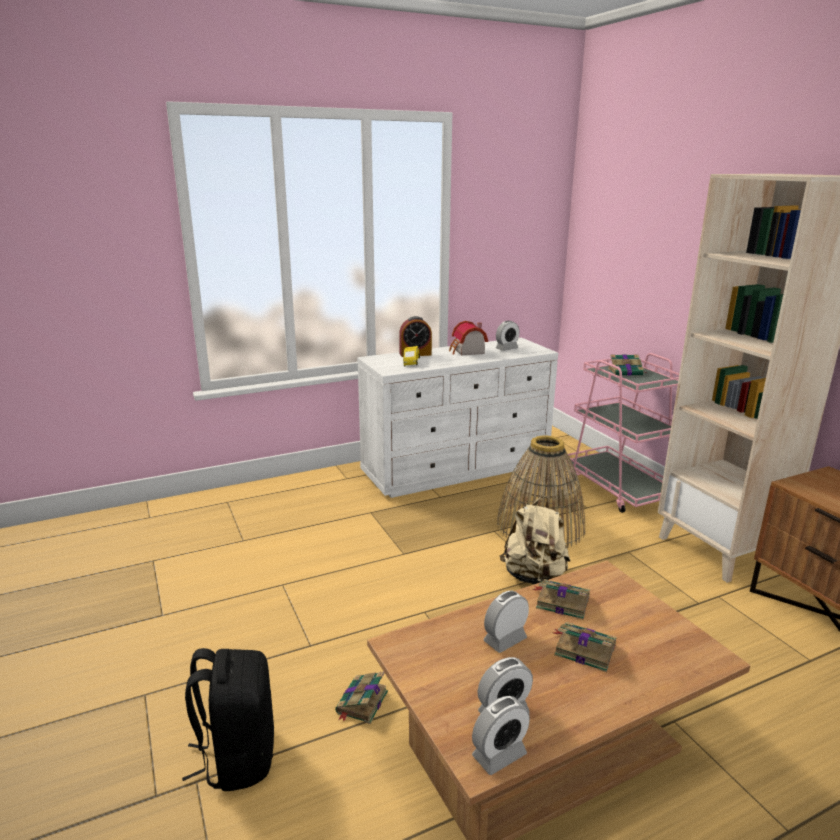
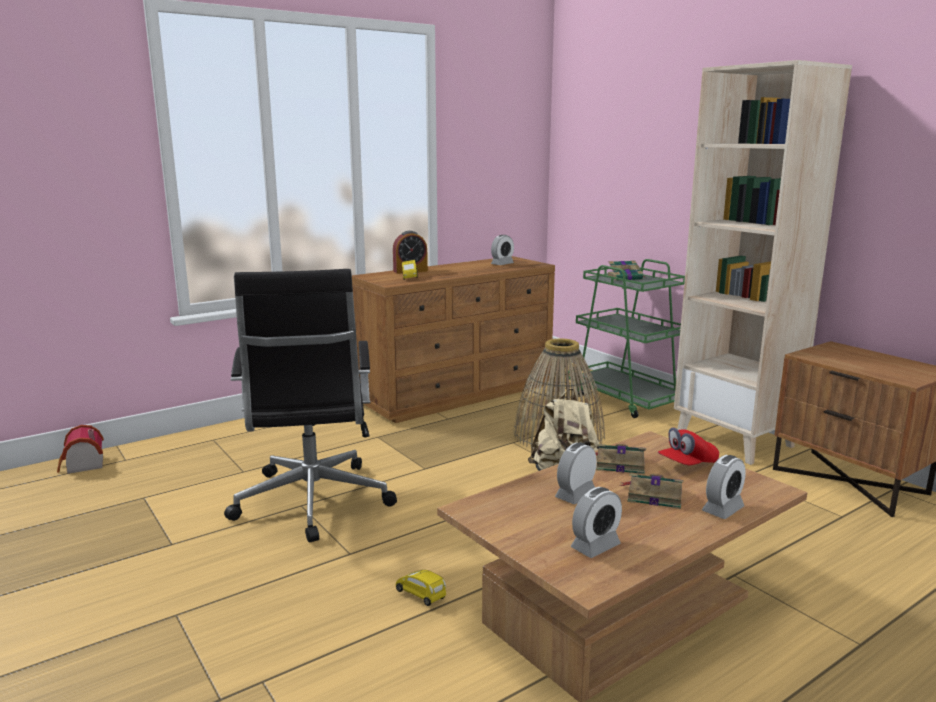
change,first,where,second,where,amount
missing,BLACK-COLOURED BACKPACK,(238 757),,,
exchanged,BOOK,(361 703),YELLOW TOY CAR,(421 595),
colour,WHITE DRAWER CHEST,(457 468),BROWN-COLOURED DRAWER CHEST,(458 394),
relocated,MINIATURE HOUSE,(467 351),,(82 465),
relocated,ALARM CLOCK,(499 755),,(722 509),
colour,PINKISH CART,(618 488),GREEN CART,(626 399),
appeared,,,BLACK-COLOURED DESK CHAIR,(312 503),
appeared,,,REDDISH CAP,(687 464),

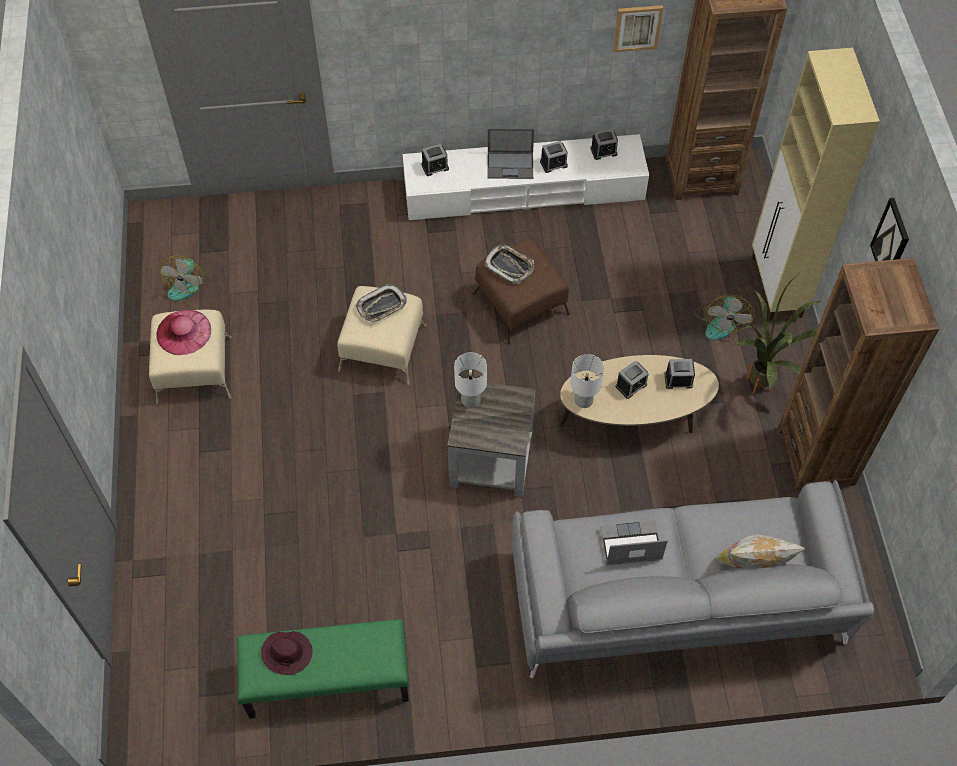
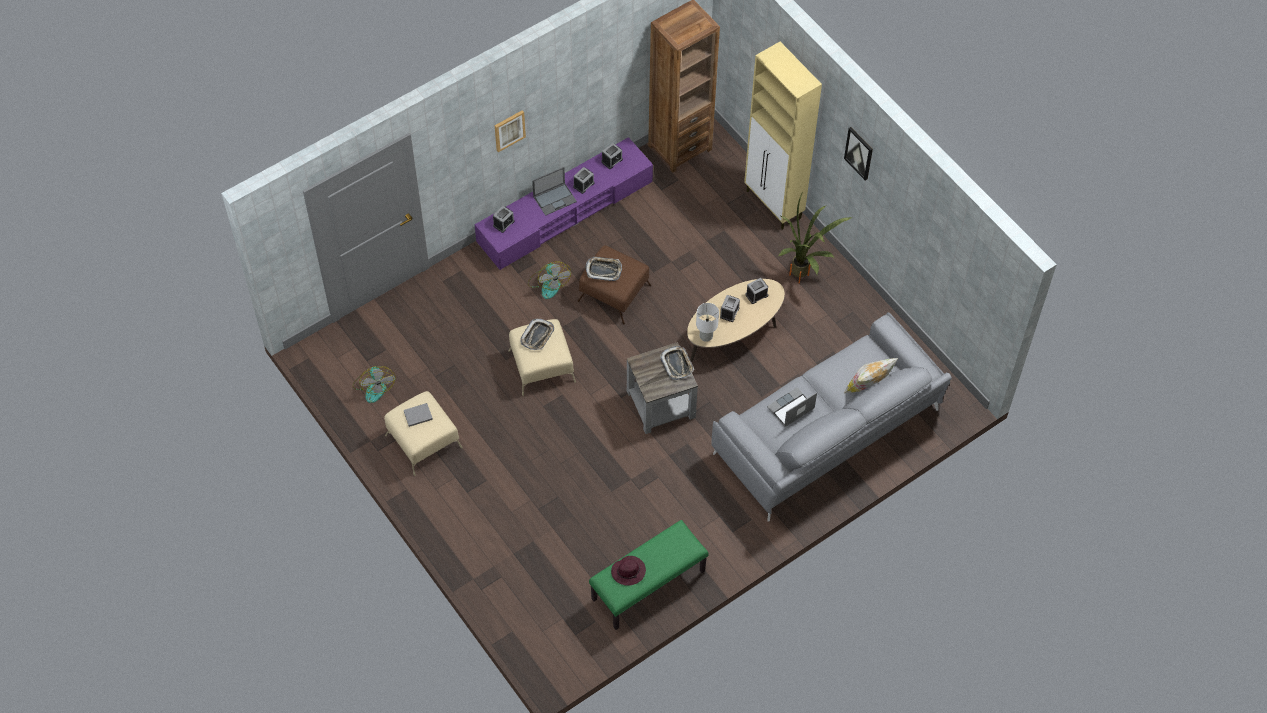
change,first,where,second,where,amount
exchanged,PINKISH WEARABLE HAT,(184 332),GREYISH BOOK,(417 415),
colour,WHITE TV STAND,(524 190),PURPLISH TV STAND,(565 212),
missing,WHITE TABLE LAMP,(470 400),,,
relocated,PICTURE,(637 27),,(509 130),
relocated,COOLING FAN,(720 322),,(548 283),
missing,BROWN-COLOURED SHELVING UNIT,(816 456),,,
appeared,,,SERVING TRAY,(677 364),

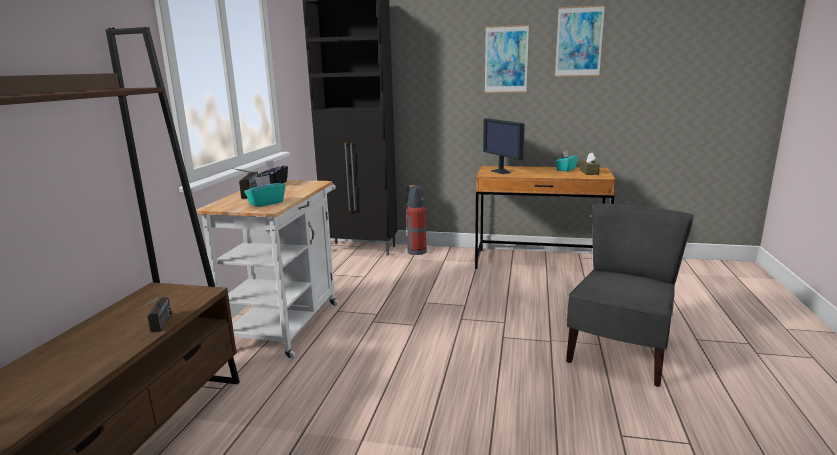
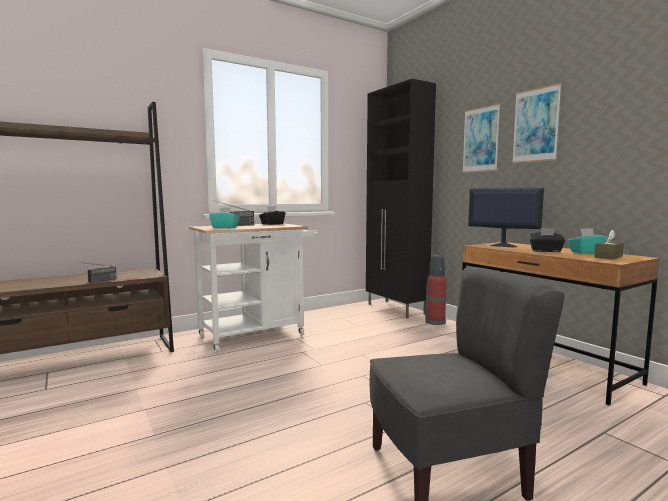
change,first,where,second,where,amount
spun,COMPUTER DISPLAY,(501 171),,(502 246),105 degrees clockwise
relocated,PICTURE,(579 42),,(480 139),
appeared,,,BLACK-COLOURED TISSUE BOX,(546 251),

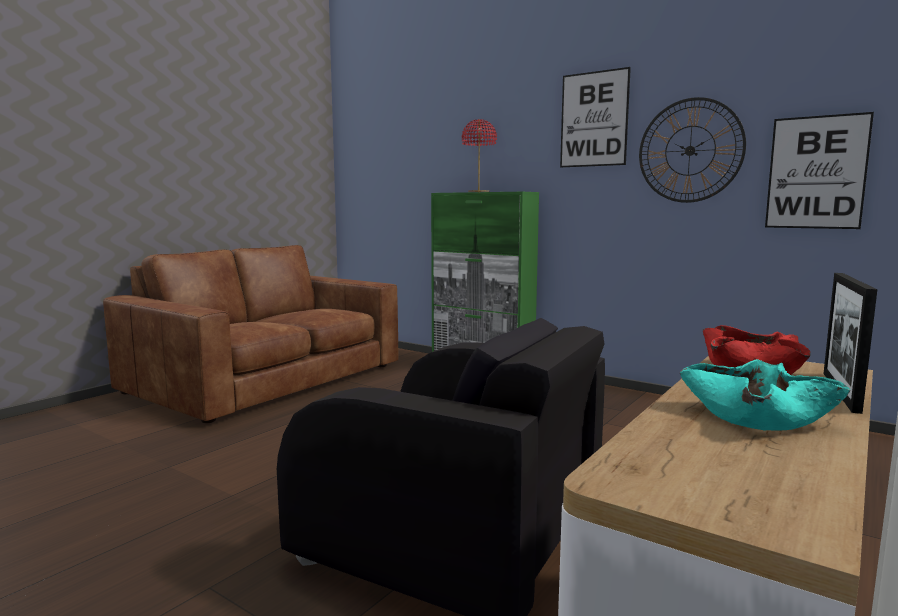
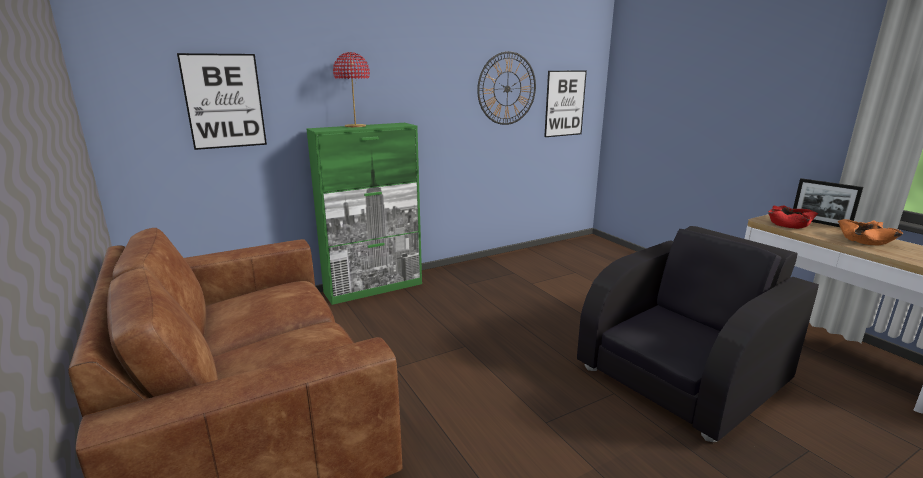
change,first,where,second,where,amount
relocated,PICTURE,(594 119),,(224 101),
colour,TURQUOISE-COLOURED DEEP DISH,(755 415),ORANGEY DEEP DISH,(864 240),

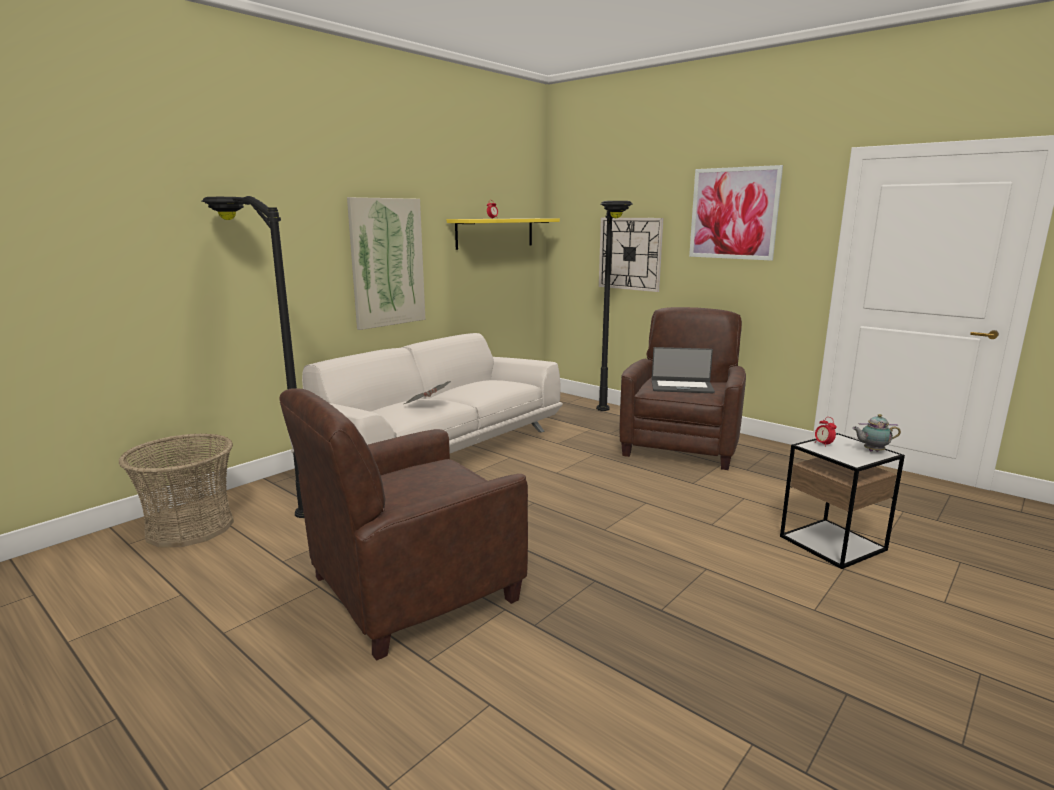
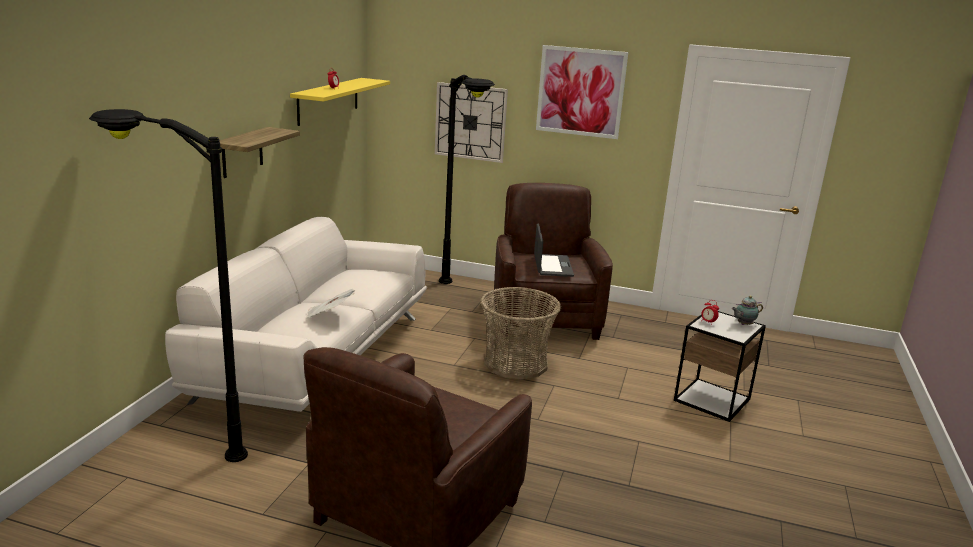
change,first,where,second,where,amount
relocated,HOUSEHOLD BASKET,(190 527),,(516 363),
exchanged,PICTURE,(387 262),SHELF,(242 152),
spun,NOTEBOOK COMPUTER,(681 387),,(552 266),75 degrees counterclockwise

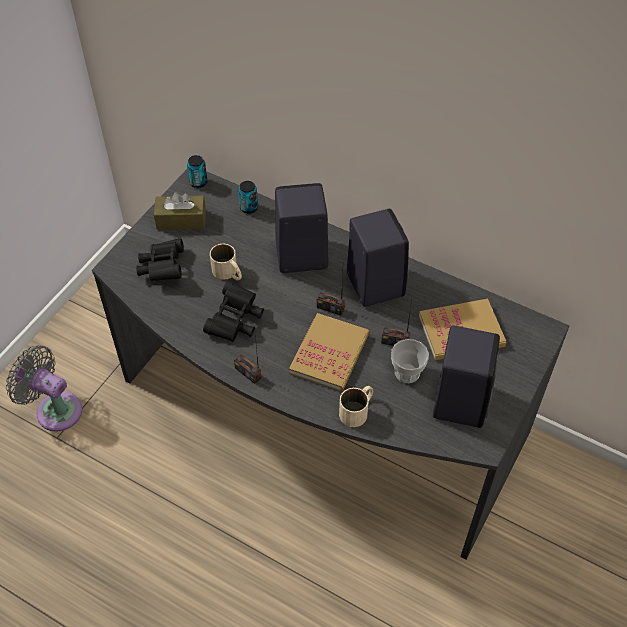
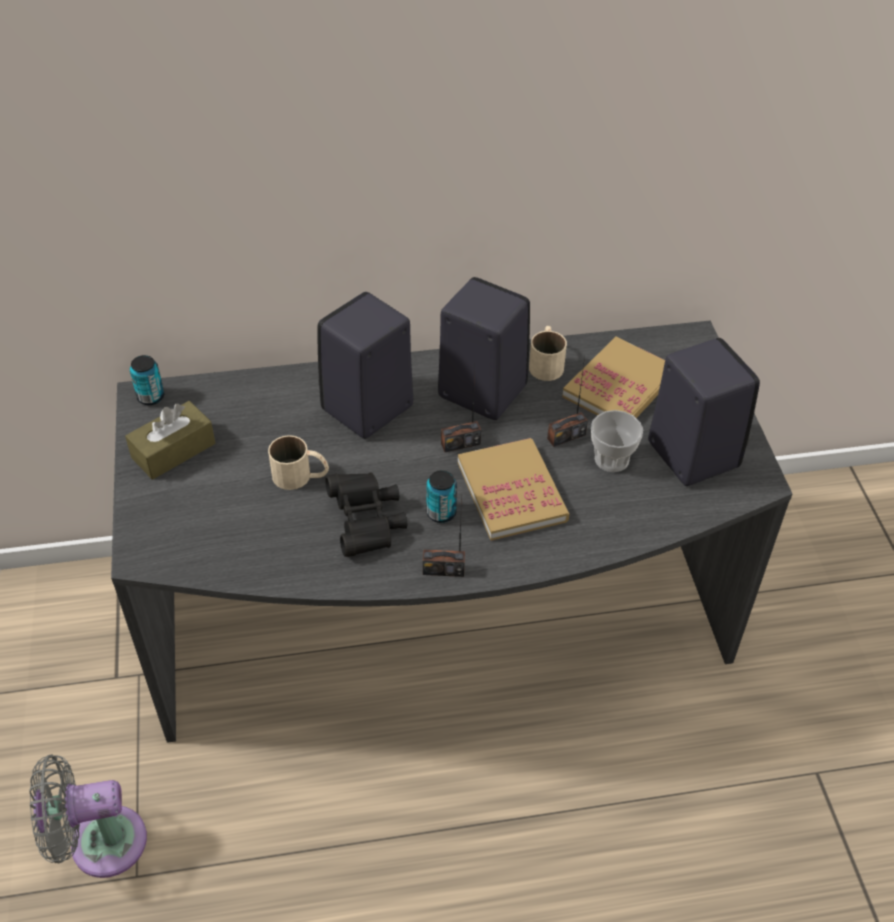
change,first,where,second,where,amount
missing,BLACK-COLOURED FIELD GLASSES,(162 268),,,
relocated,METAL CAN,(249 208),,(441 513),
relocated,SAND-COLOURED MUG,(358 410),,(546 362),

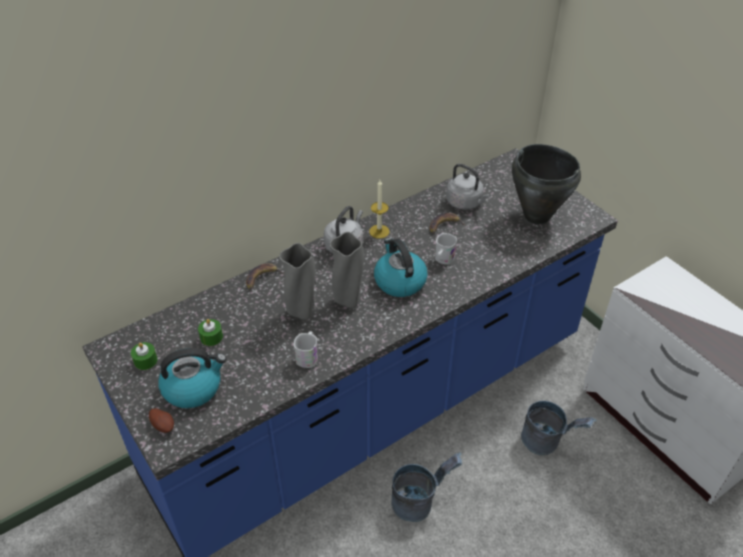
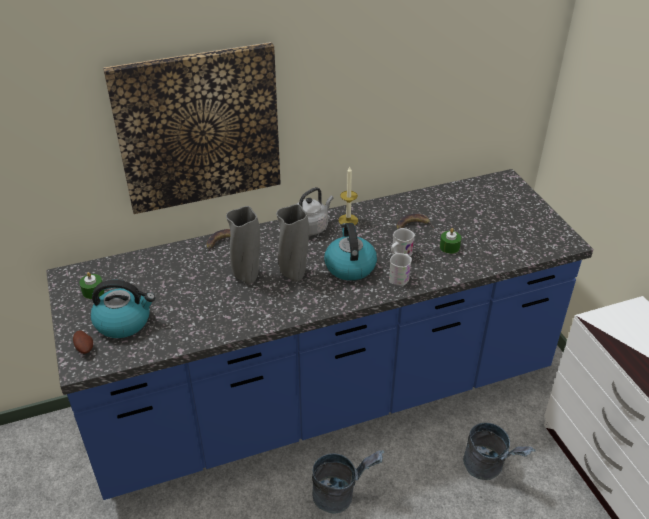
change,first,where,second,where,amount
relocated,GREEN WAX LIGHT,(211 337),,(449 247),
relocated,WHITE MUG,(308 356),,(400 276),
missing,GREYISH TEA KETTLE,(465 203),,,
missing,BLACK-COLOURED SAUCEPOT,(536 215),,,
appeared,,,PICTURE,(198 128),

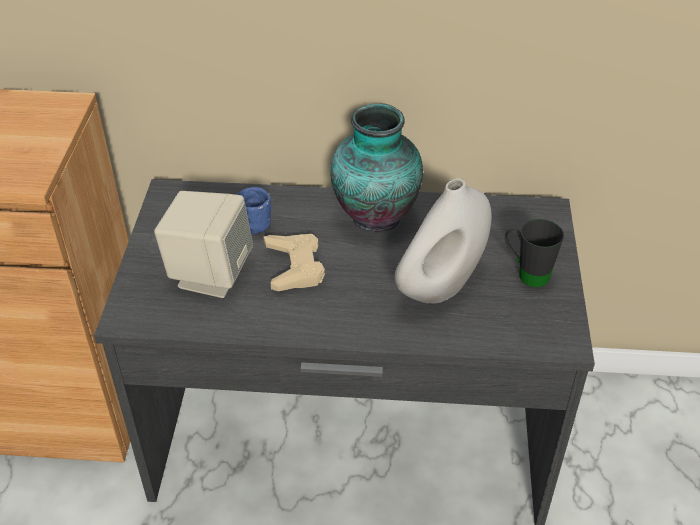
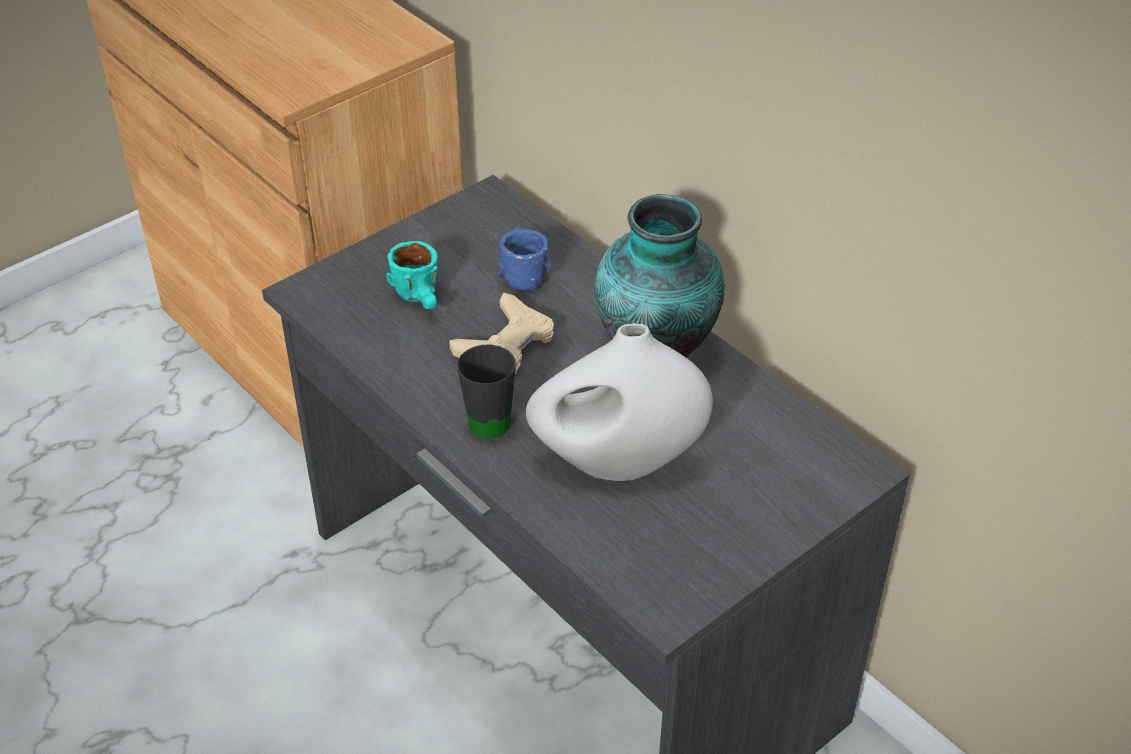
change,first,where,second,where,amount
exchanged,SAND-COLOURED SPEAKER,(210 273),TURQUOISE-COLOURED MUG,(423 299),
relocated,BLACK-COLOURED MUG,(526 273),,(487 415),

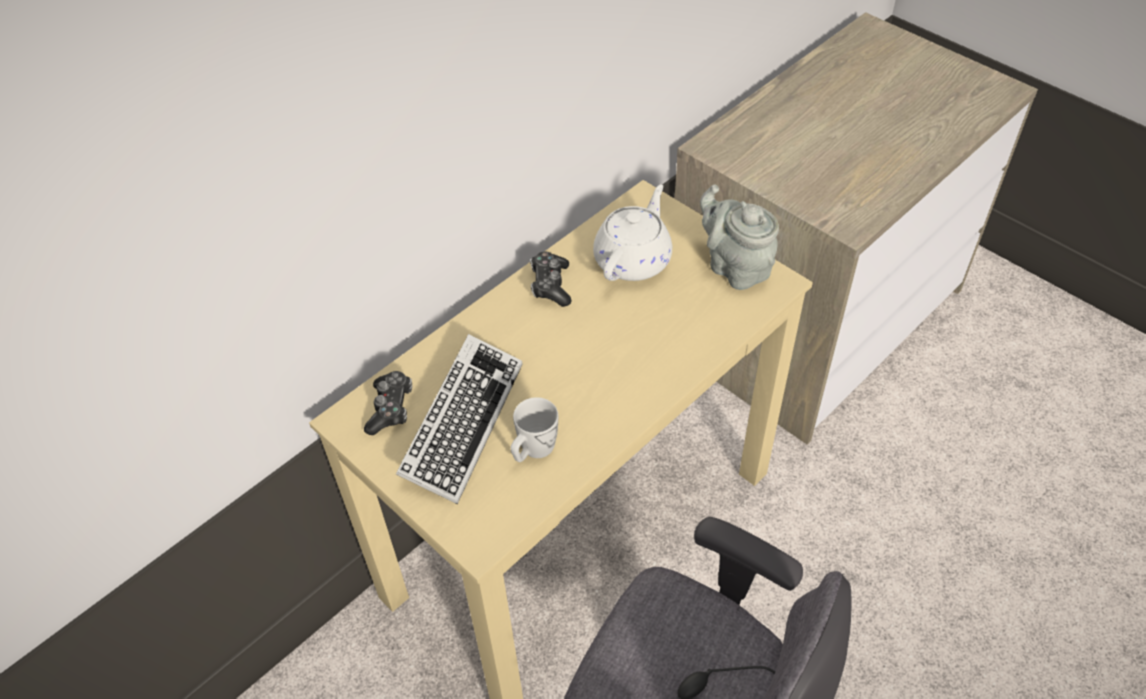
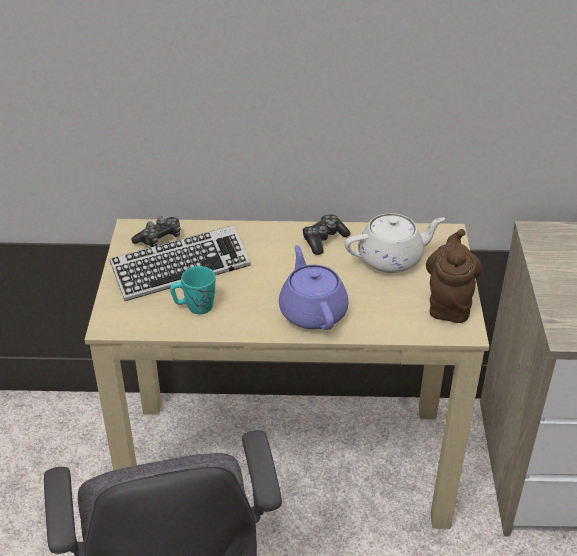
change,first,where,second,where,amount
colour,WHITE MUG,(533 450),TURQUOISE-COLOURED MUG,(194 307),
colour,GREYISH TEAPOT,(735 267),BROWN-COLOURED TEAPOT,(449 304),
appeared,,,PURPLISH TEAPOT,(312 311),

